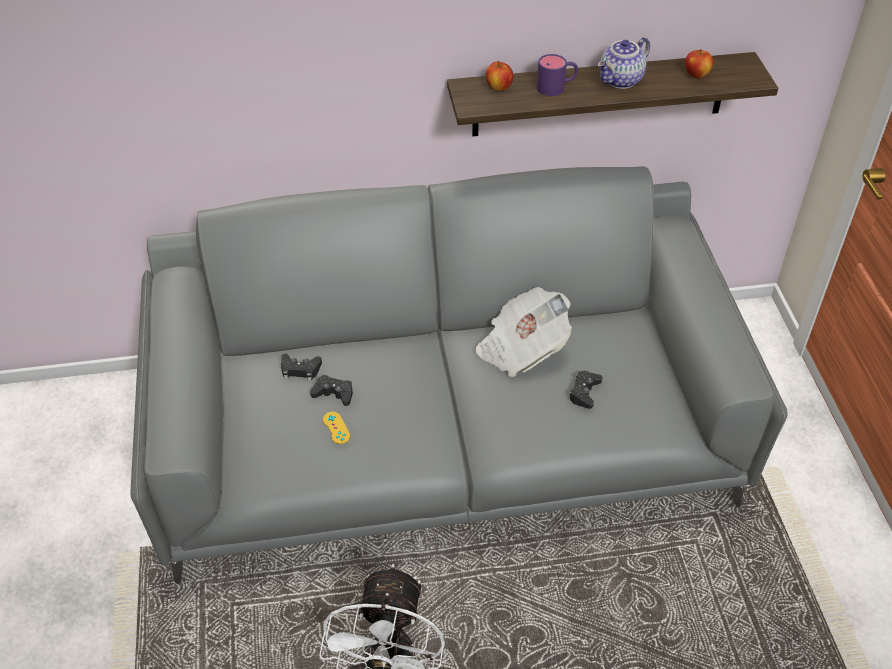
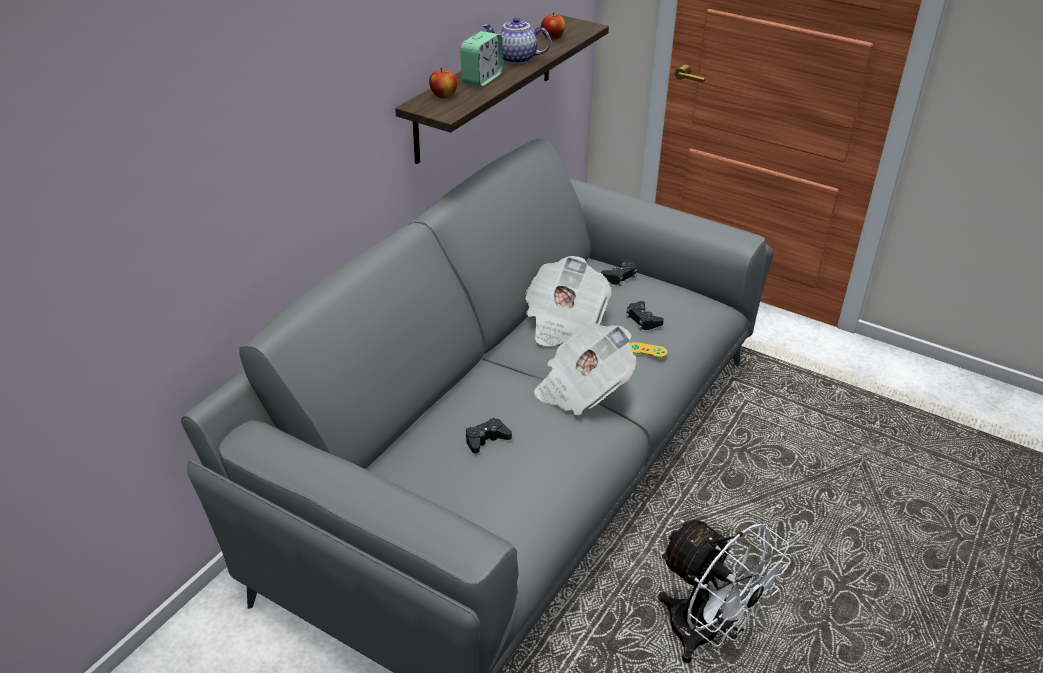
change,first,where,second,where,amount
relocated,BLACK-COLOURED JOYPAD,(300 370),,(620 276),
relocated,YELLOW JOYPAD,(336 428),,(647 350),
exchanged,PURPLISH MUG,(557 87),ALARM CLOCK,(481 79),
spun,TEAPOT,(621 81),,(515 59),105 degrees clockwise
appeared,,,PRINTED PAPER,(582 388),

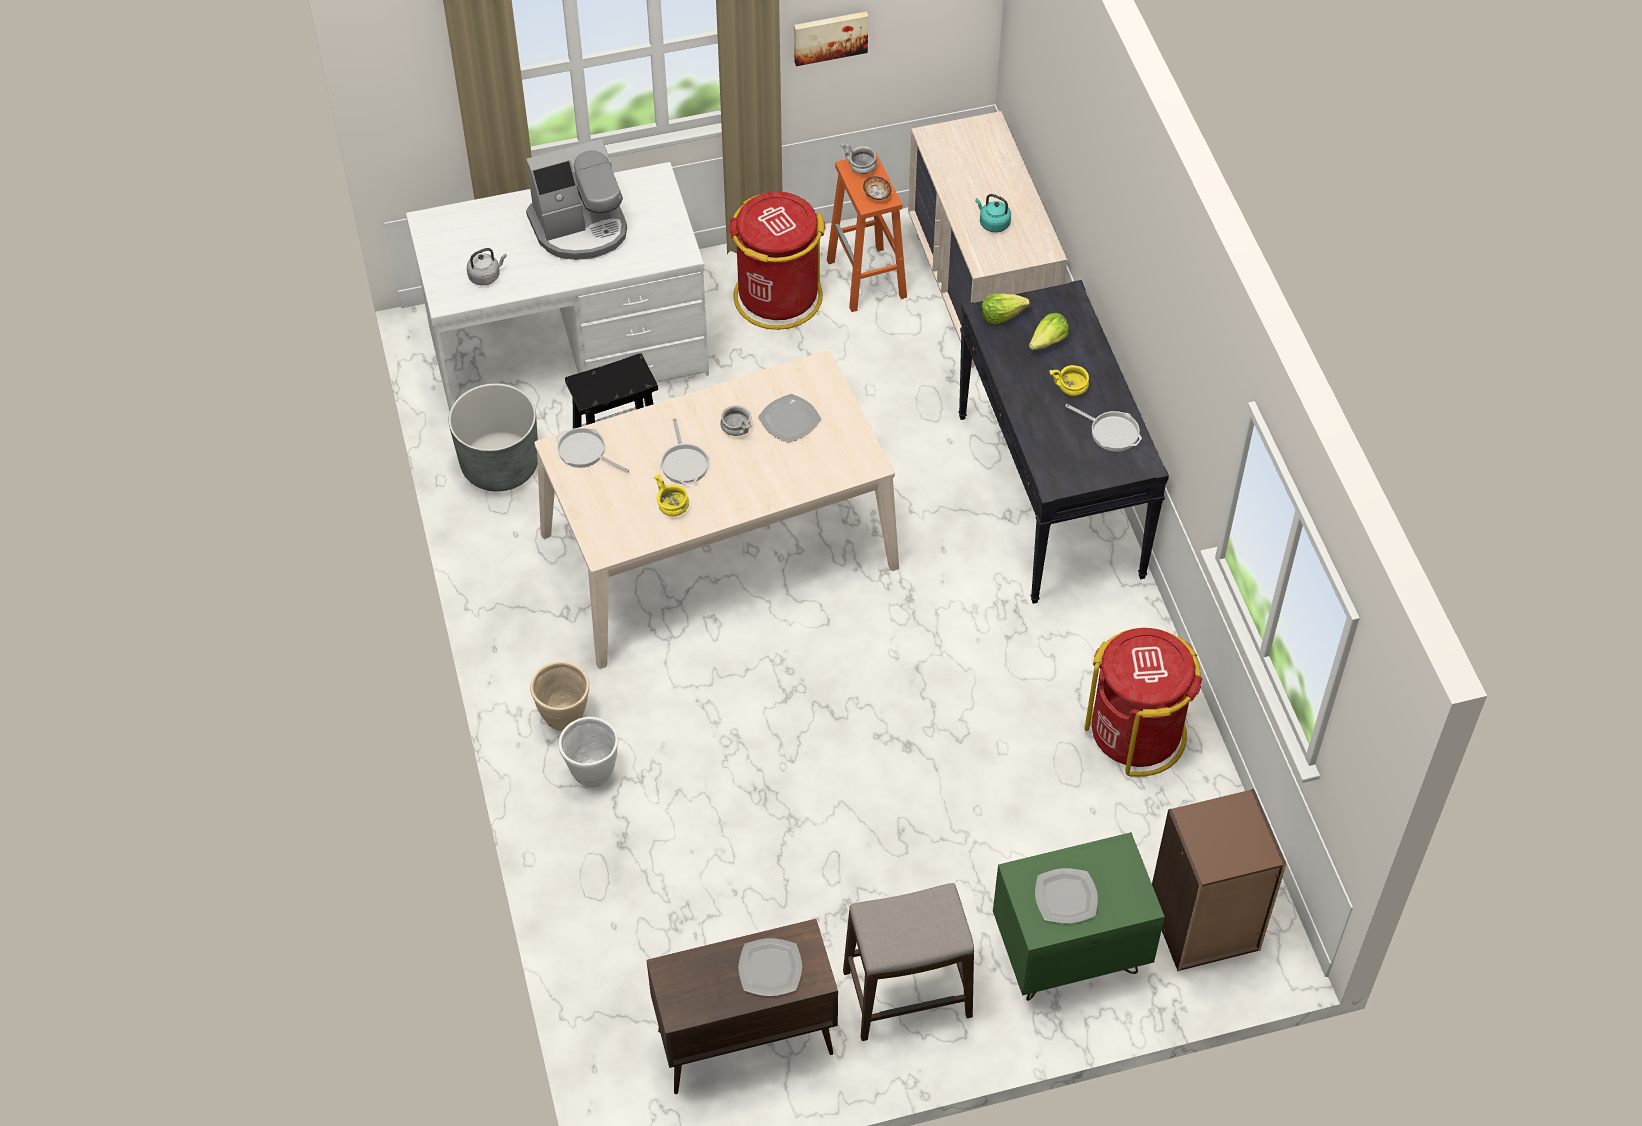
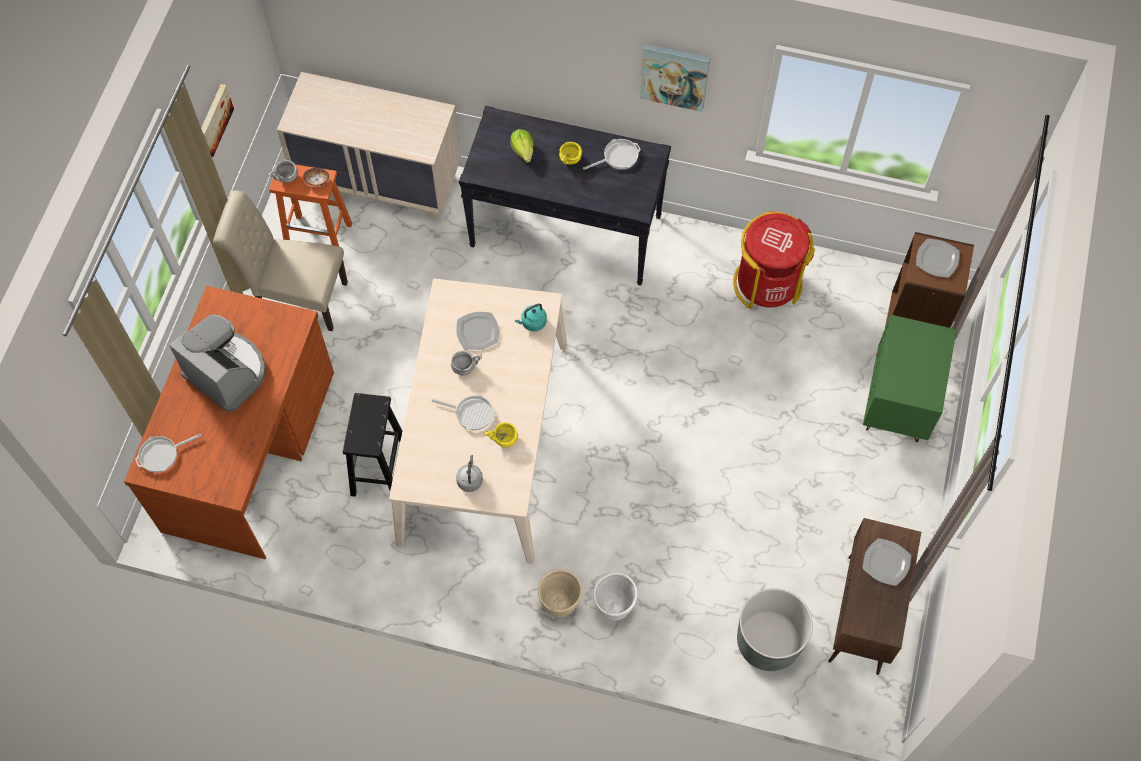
change,first,where,second,where,amount
colour,WHITE DESK UNIT,(569 353),BROWN-COLOURED DESK UNIT,(251 451),
relocated,GREYISH PLANT POT,(500 465),,(768 641),
relocated,GREYISH TEA KETTLE,(486 276),,(470 479),
spun,COFFEE MAKER,(580 228),,(227 372),60 degrees counterclockwise
relocated,PAN,(584 452),,(162 454),
exchanged,REDDISH RUBBISH BIN,(777 297),SAND-COLOURED PLAIN CHAIR,(296 298),
missing,SITTING STOOL,(907 994),,,
relocated,TURQUOISE-COLOURED TEA KETTLE,(993 223),,(532 323),
missing,HEAD OF LETTUCE,(1001 315),,,
relocated,DINNER PLATE,(1065 897),,(936 259),
appeared,,,PICTURE,(674 76),

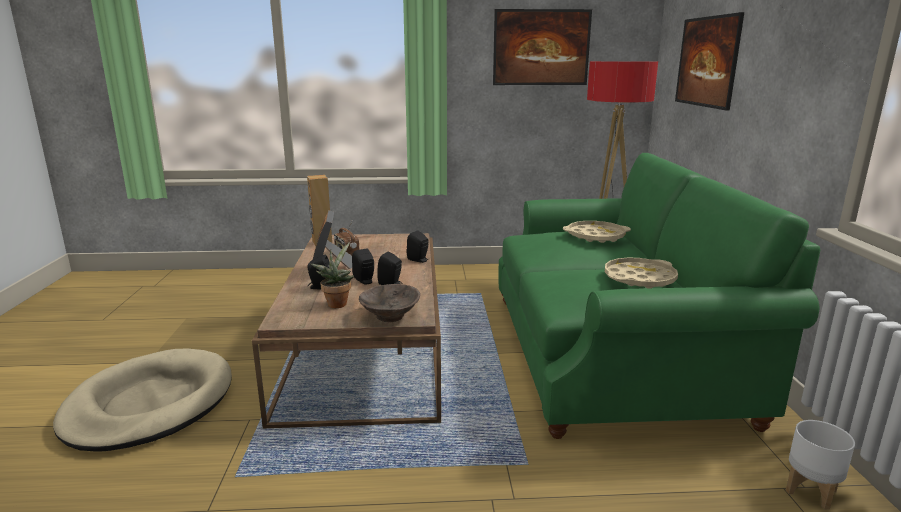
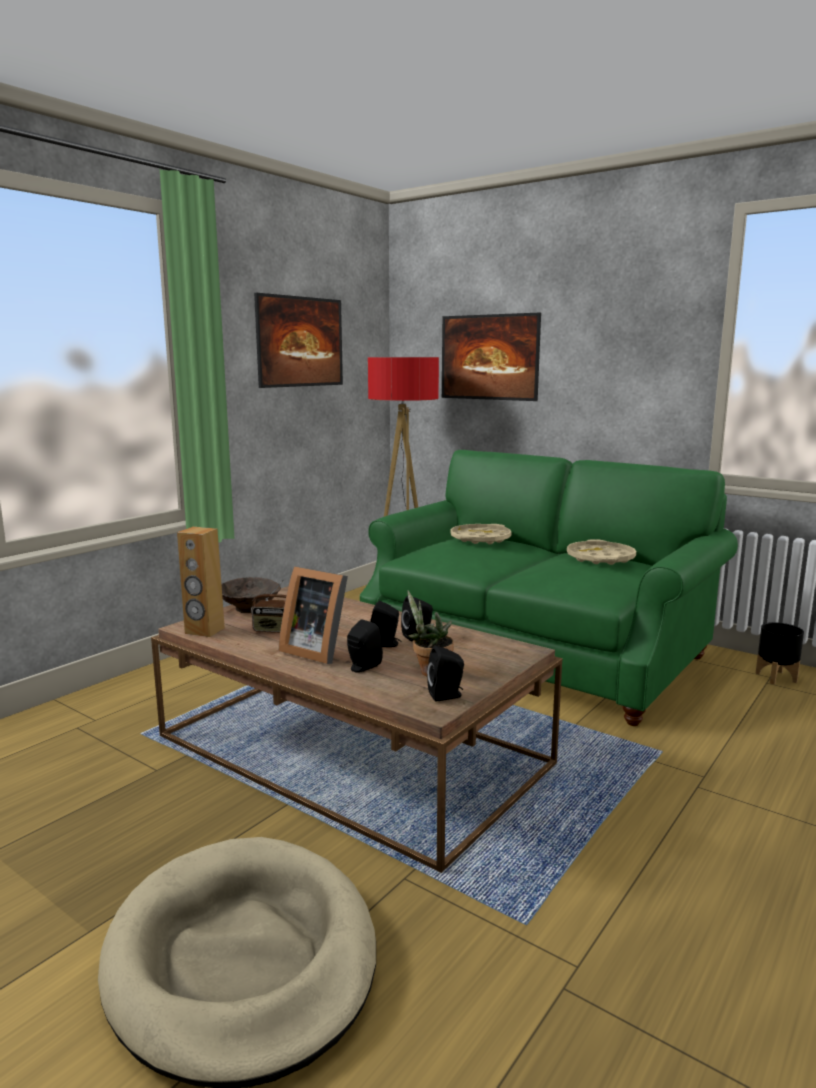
change,first,where,second,where,amount
relocated,BROWN-COLOURED DEEP DISH,(390 316),,(249 608),
relocated,BLACK-COLOURED SPEAKER,(419 260),,(447 695),
colour,WHITE PLANT POT,(811 491),BLACK-COLOURED PLANT POT,(776 677),

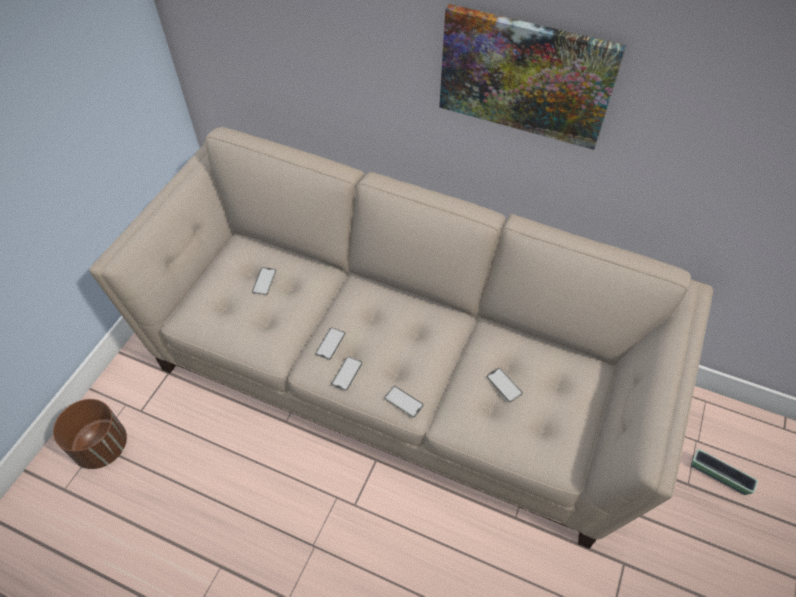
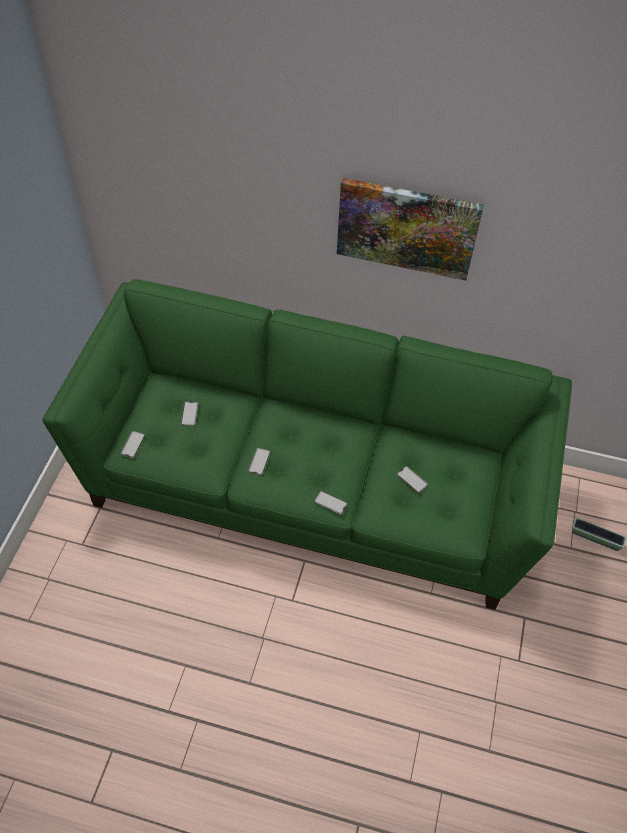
change,first,where,second,where,amount
missing,BROWN-COLOURED PLANT POT,(102 446),,,
colour,SAND-COLOURED SOFA,(399 371),GREEN SOFA,(312 482),
relocated,TELEPHONE,(347 373),,(133 444),

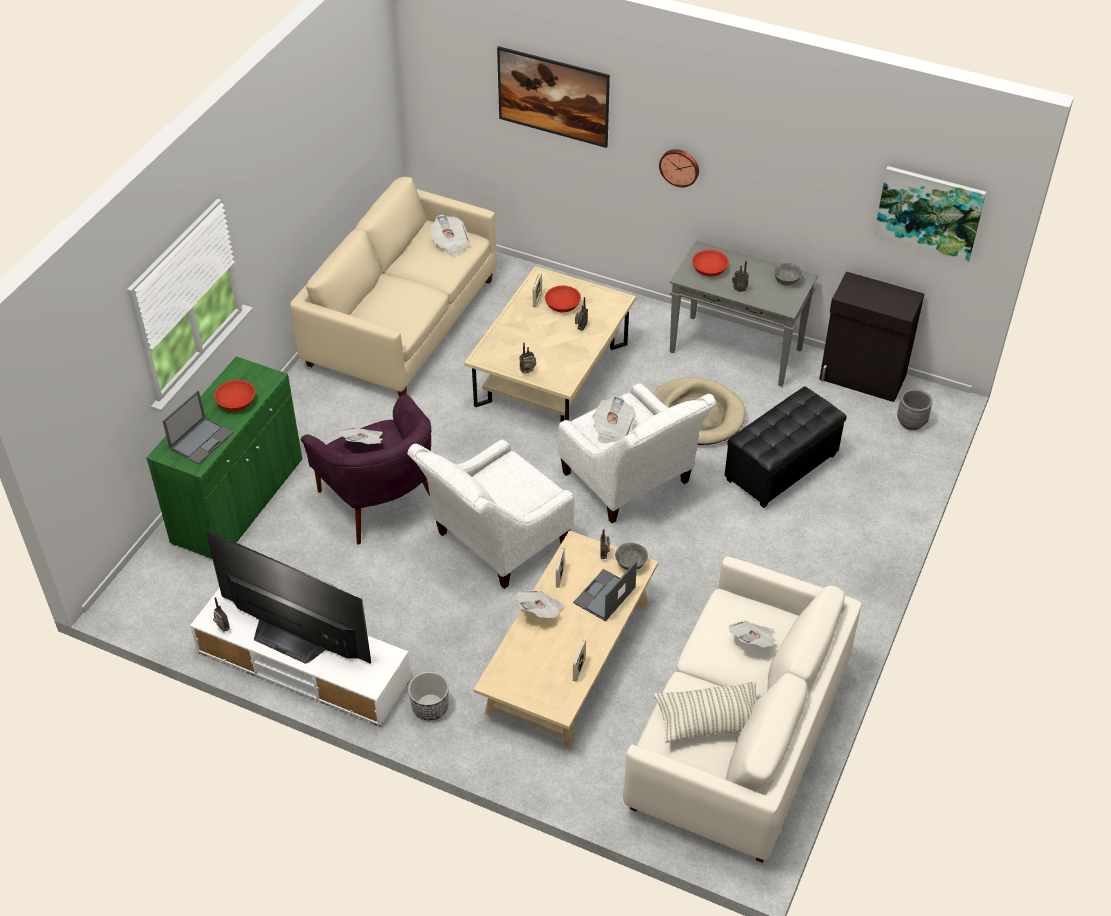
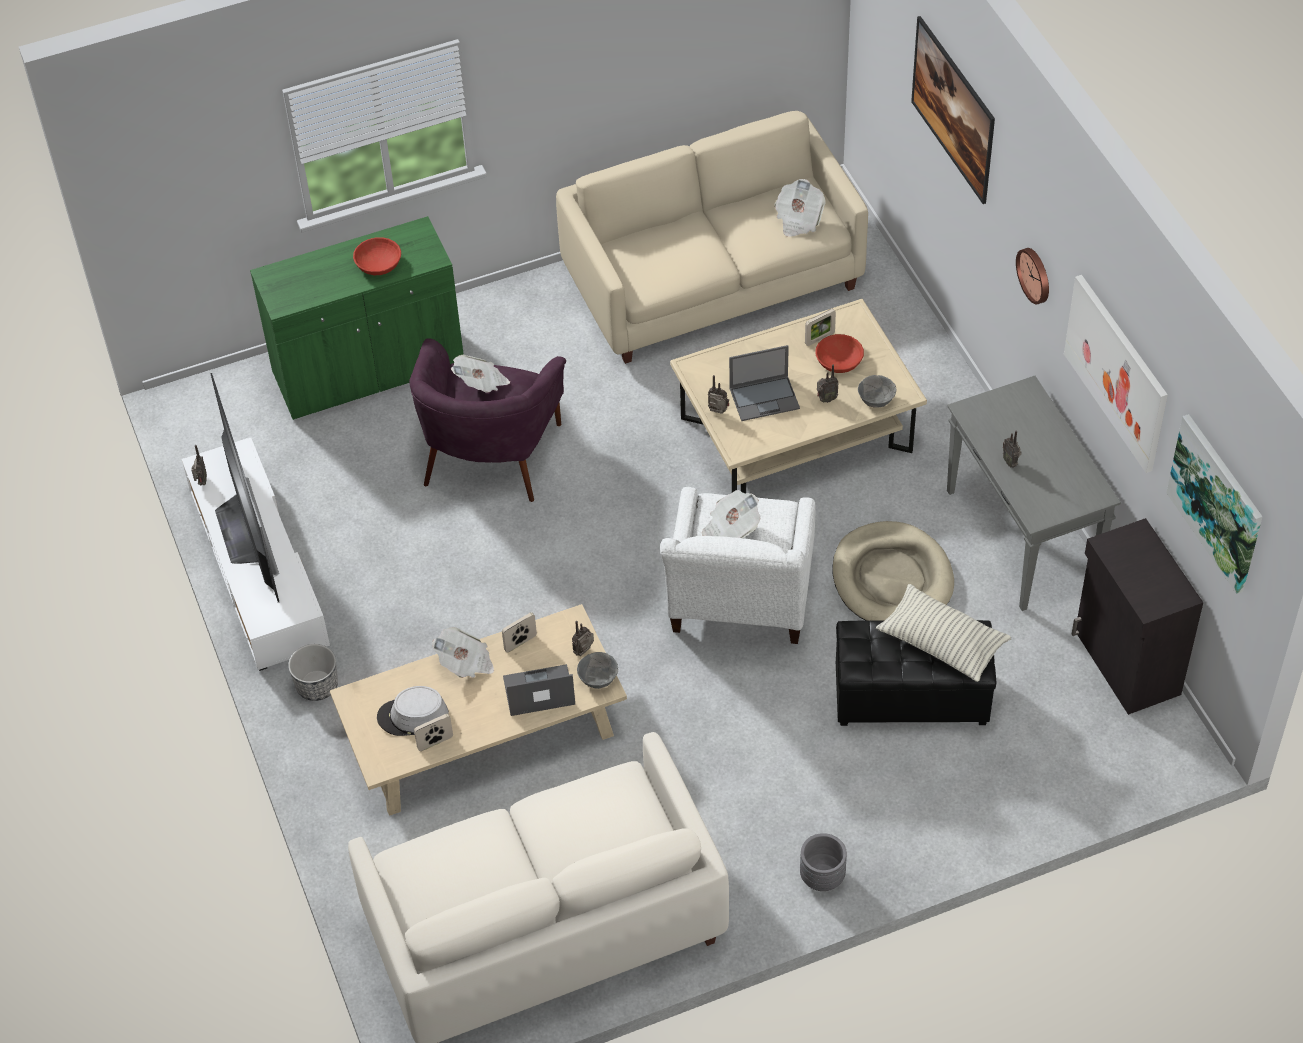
change,first,where,second,where,amount
relocated,NOTEBOOK COMPUTER,(201 440),,(765 398),
missing,WHITE EASY CHAIR,(495 543),,,
relocated,THROW PILLOW,(709 720),,(941 643),
missing,REDDISH DEEP DISH,(709 269),,,
missing,PRINTED PAPER,(753 641),,,
relocated,GREYISH DEEP DISH,(786 281),,(876 400),
relocated,GREYISH PLANT POT,(911 422),,(822 877),
appeared,,,GREYISH WEARABLE HAT,(413 716),
appeared,,,PICTURE,(1117 372),

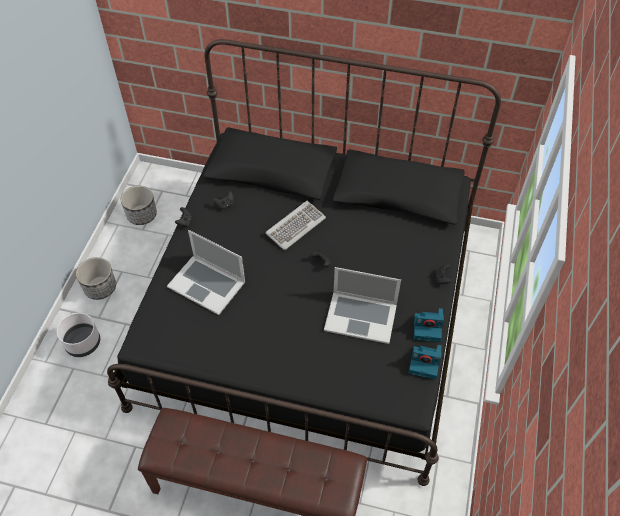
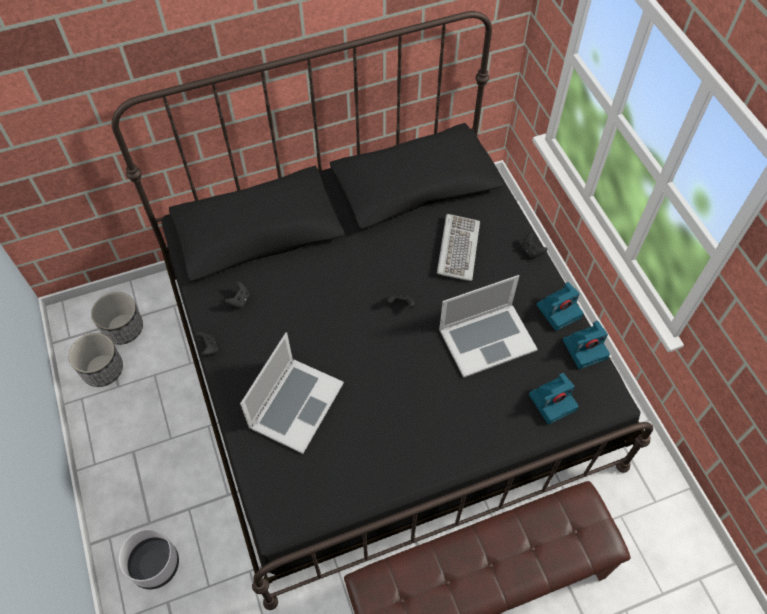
change,first,where,second,where,amount
relocated,PLANT POT,(100 287),,(123 328),
spun,NOTEBOOK COMPUTER,(207 284),,(296 404),60 degrees counterclockwise
relocated,COMPUTER KEYBOARD,(295 226),,(457 248),
appeared,,,STILL CAMERA,(553 401),

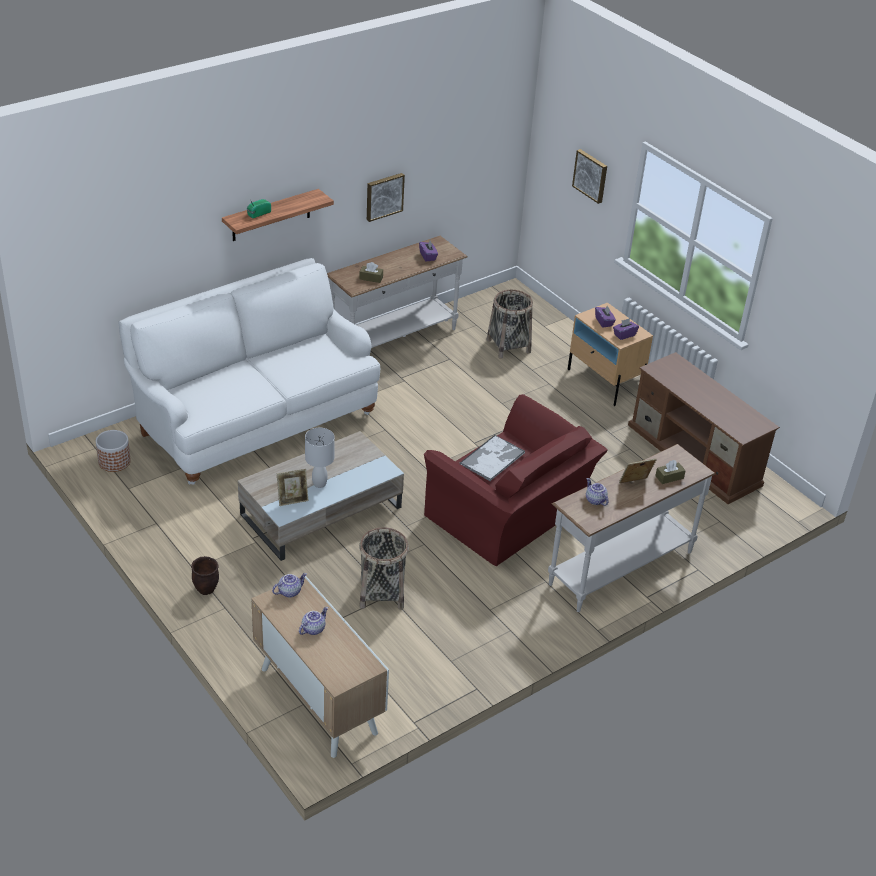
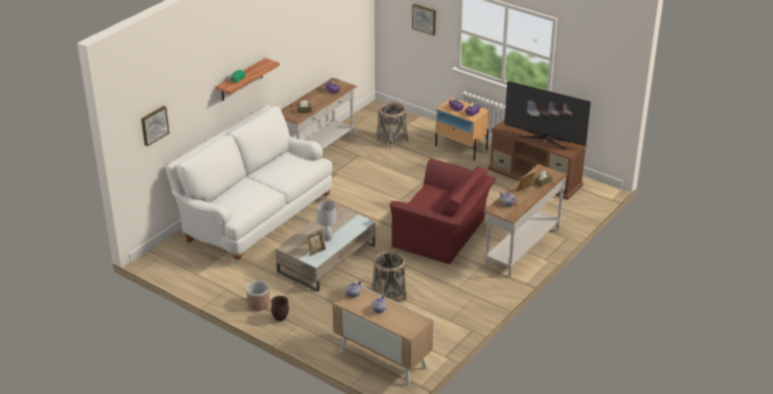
change,first,where,second,where,amount
relocated,PLANT POT,(114 461),,(258 303),
relocated,PICTURE,(384 196),,(154 125),
missing,SERVING TRAY,(492 458),,,
appeared,,,TV,(544 139),

